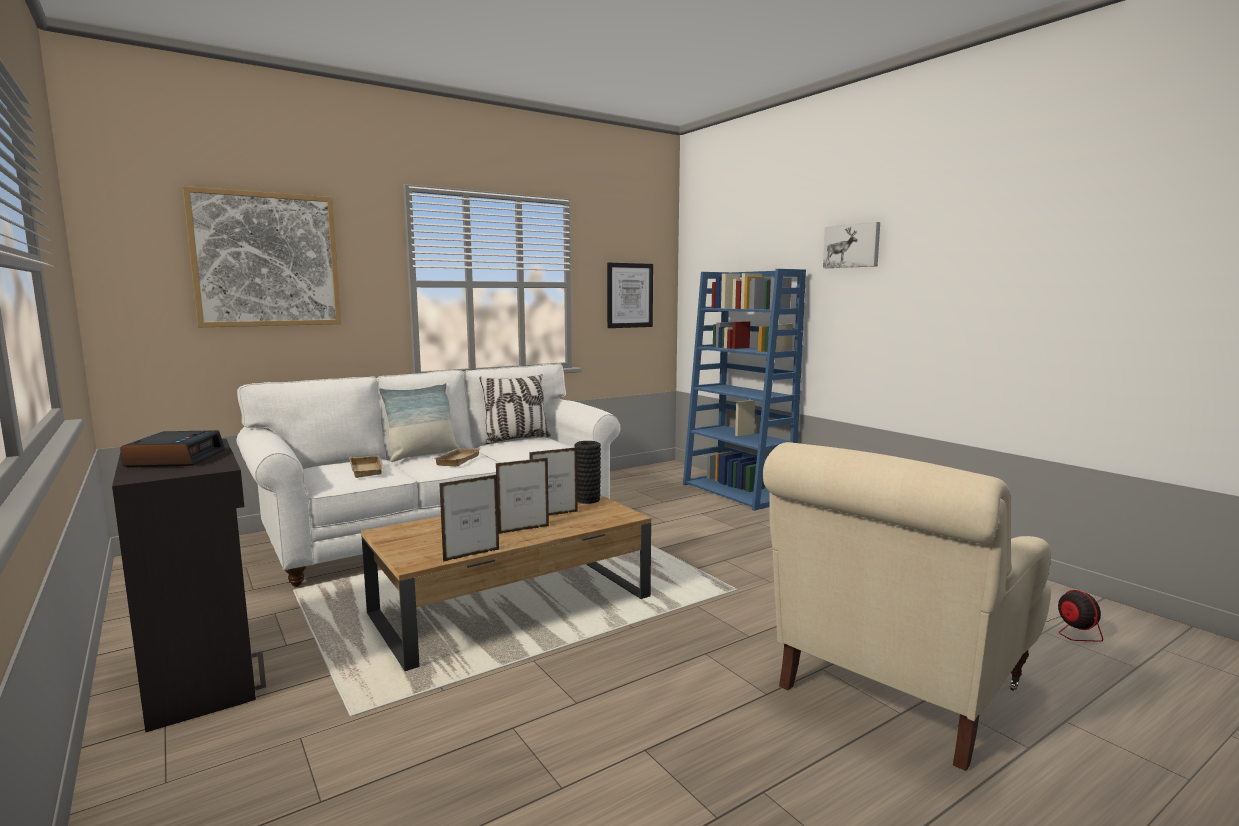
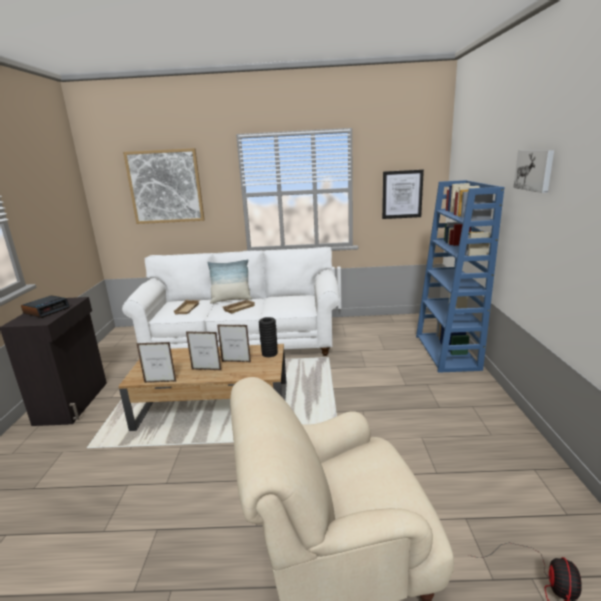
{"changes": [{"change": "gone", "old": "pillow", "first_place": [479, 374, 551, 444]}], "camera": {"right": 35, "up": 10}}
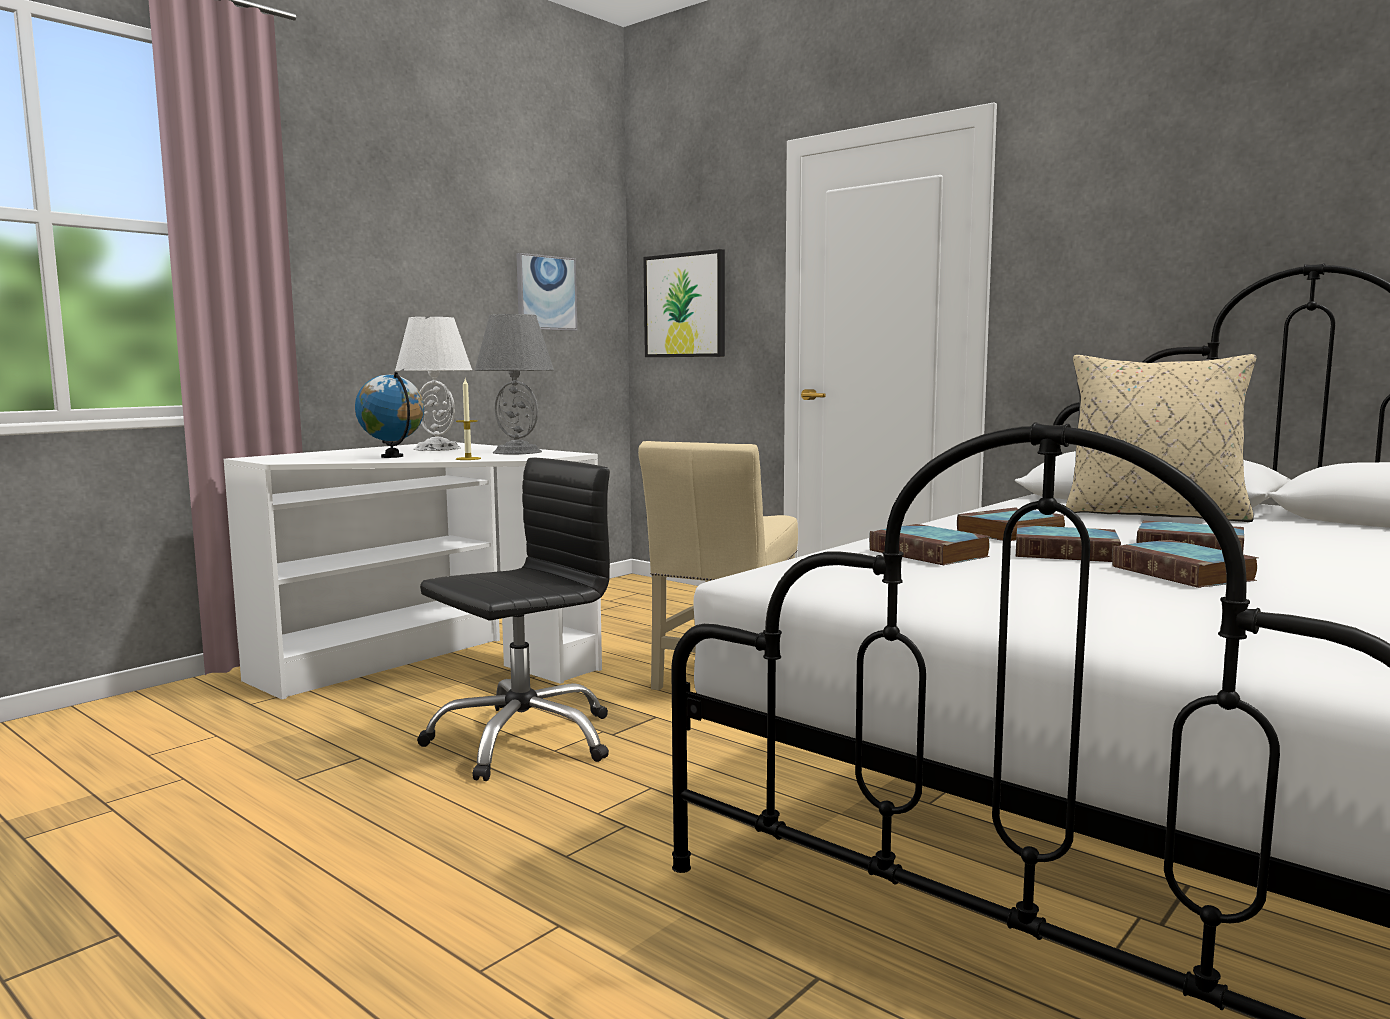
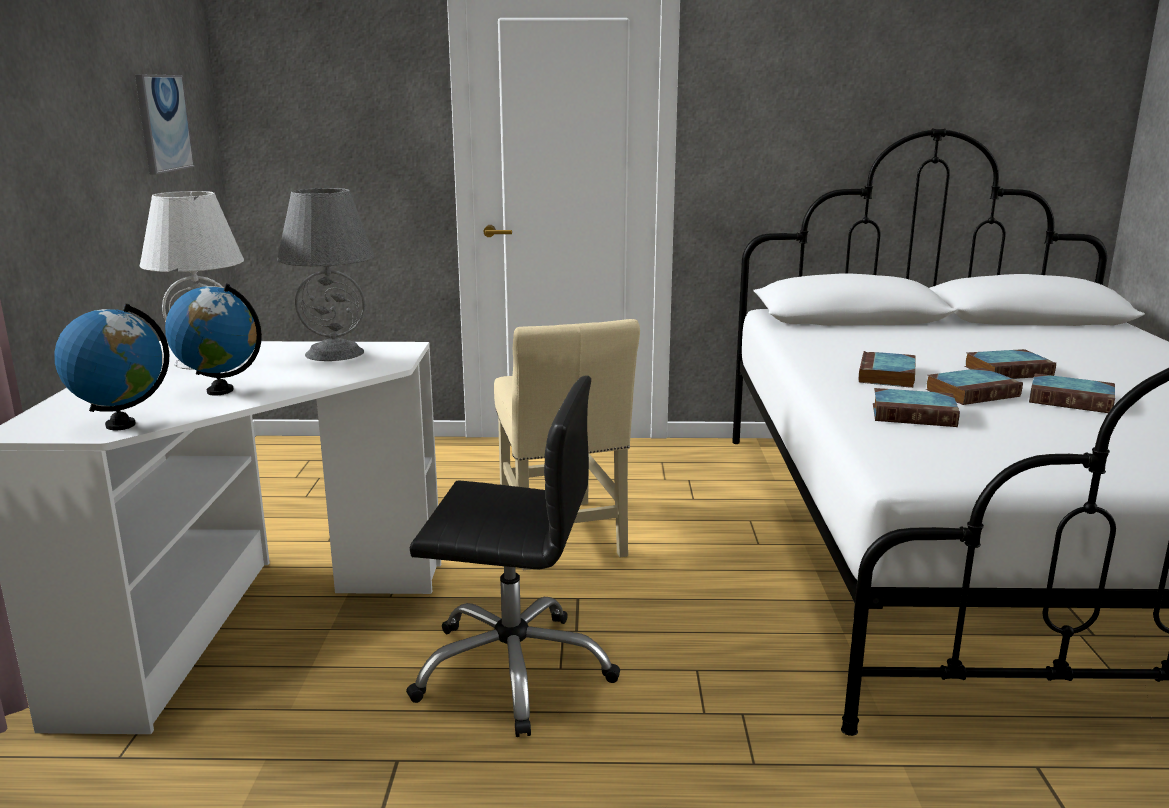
{"changes": [{"change": "gone", "old": "picture", "first_place": [643, 249, 725, 357]}, {"change": "gone", "old": "sand-coloured pillow", "first_place": [1066, 354, 1256, 522]}, {"change": "gone", "old": "wax candle", "first_place": [456, 379, 481, 460]}, {"change": "rotated", "old": "black desk chair", "first_place": [417, 458, 610, 781], "second_place": [406, 376, 620, 737], "degrees": 90}, {"change": "new", "new": "desk globe", "second_place": [54, 303, 169, 430]}], "camera": {"right": -40, "up": 10}}
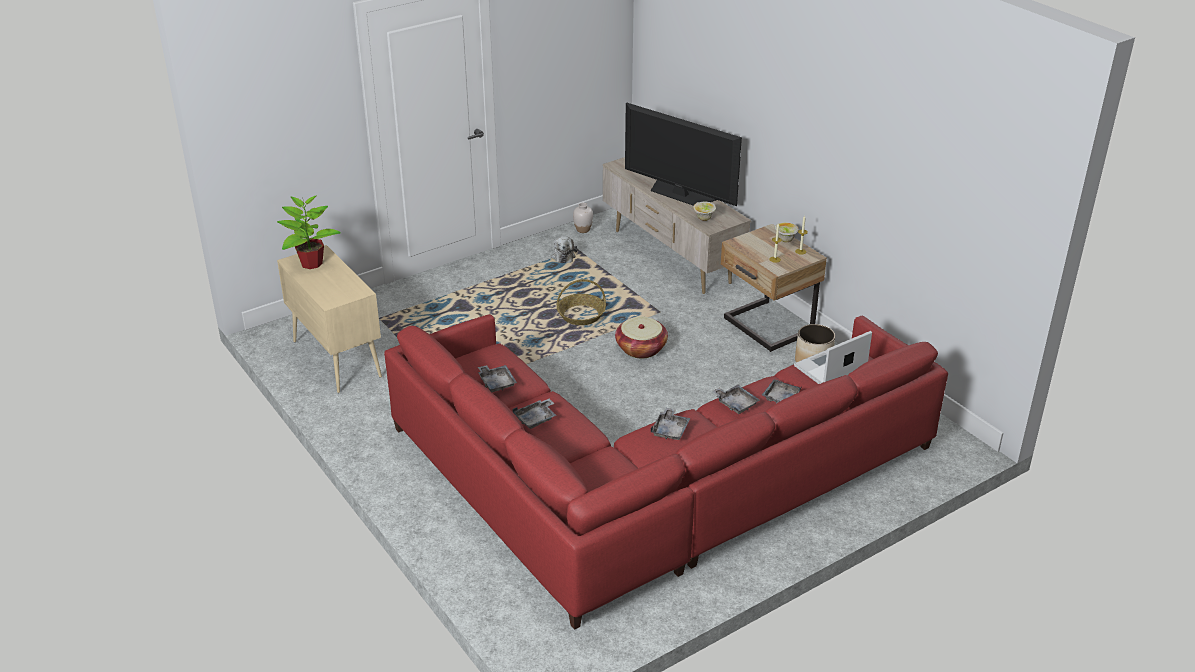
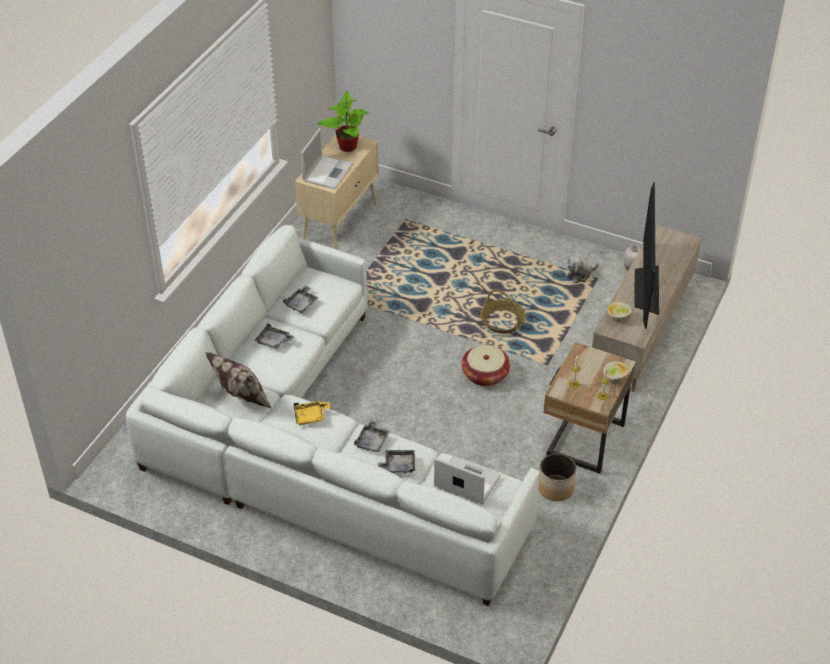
{"changes": [{"change": "repainted", "old": "red-coloured sofa", "new": "white-coloured sofa", "first_place": [384, 314, 948, 630], "second_place": [126, 225, 540, 606]}, {"change": "repainted", "old": "grey serving tray", "new": "yellowish serving tray", "first_place": [651, 408, 690, 440], "second_place": [294, 401, 330, 425]}, {"change": "new", "new": "portable computer", "second_place": [301, 128, 353, 189]}, {"change": "new", "new": "pillow", "second_place": [206, 352, 272, 409]}], "camera": {"right": 60, "up": 10}}
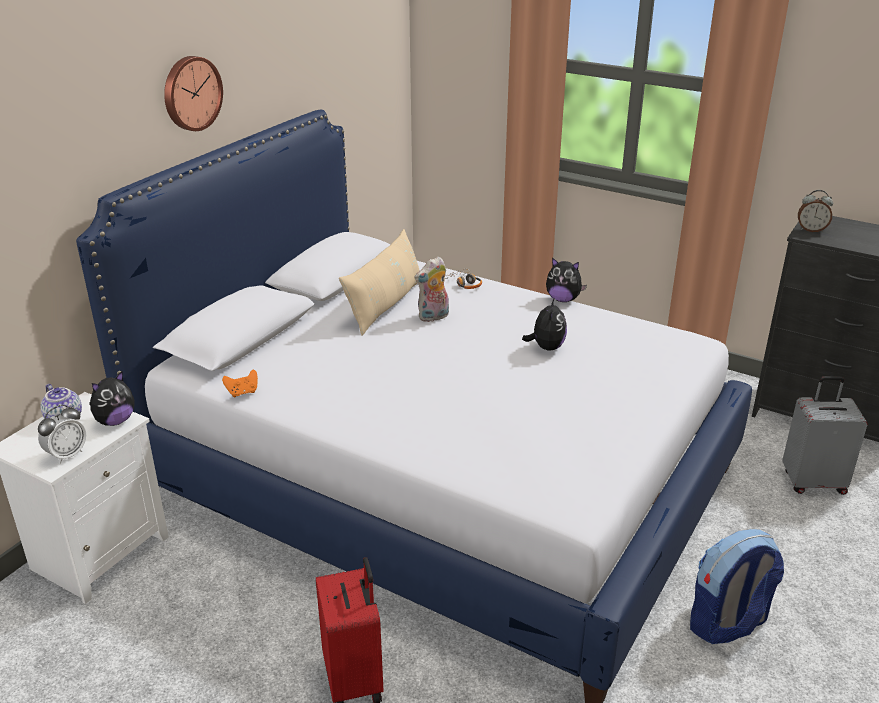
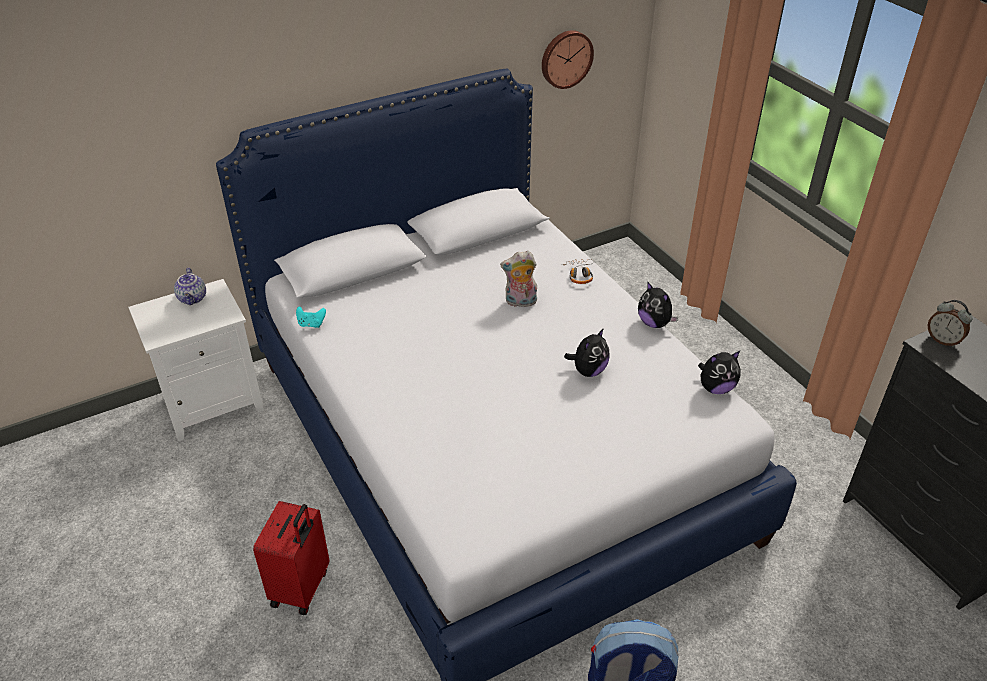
{"changes": [{"change": "shifted", "old": "clock on the wall", "first_place": [164, 56, 223, 131], "second_place": [542, 30, 594, 89]}, {"change": "gone", "old": "sand-coloured pillow", "first_place": [339, 229, 420, 336]}, {"change": "repainted", "old": "orangey joypad", "new": "turquoise joypad", "first_place": [222, 370, 258, 397], "second_place": [296, 307, 326, 328]}, {"change": "shifted", "old": "cuddly toy", "first_place": [89, 371, 135, 426], "second_place": [698, 351, 741, 394]}, {"change": "gone", "old": "grey piece of luggage", "first_place": [782, 376, 868, 495]}, {"change": "gone", "old": "alarm clock", "first_place": [38, 405, 86, 464]}], "camera": {"right": 30, "up": 10}}
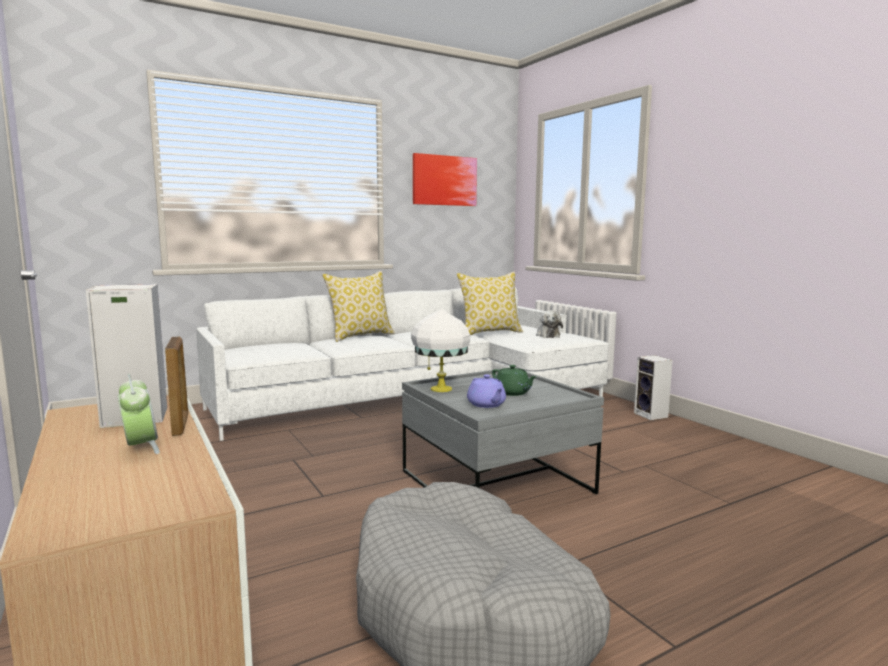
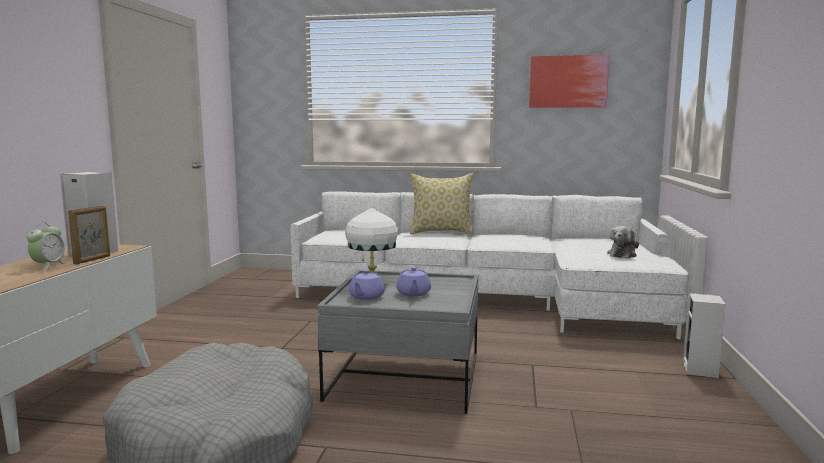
{"changes": [{"change": "gone", "old": "pillow", "first_place": [457, 272, 523, 335]}, {"change": "repainted", "old": "green-coloured pot for tea", "new": "purple-coloured pot for tea", "first_place": [492, 365, 536, 396], "second_place": [396, 267, 431, 297]}], "camera": {"right": 40, "up": 0}}
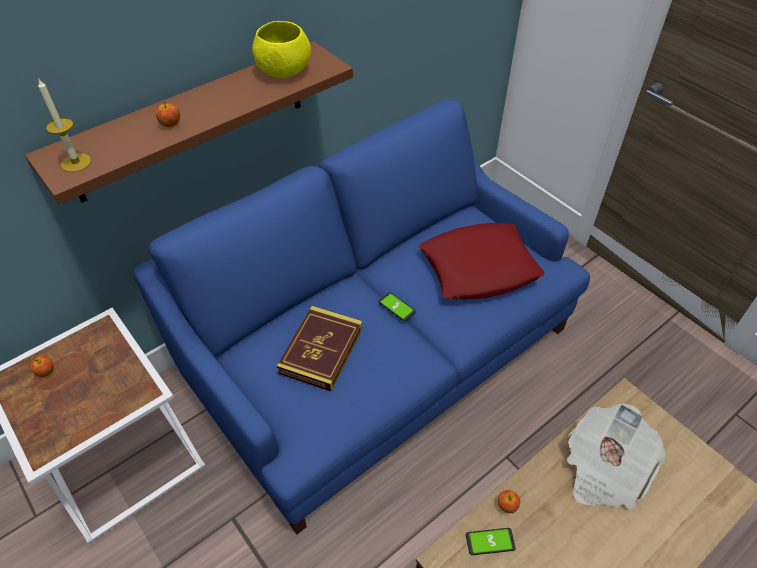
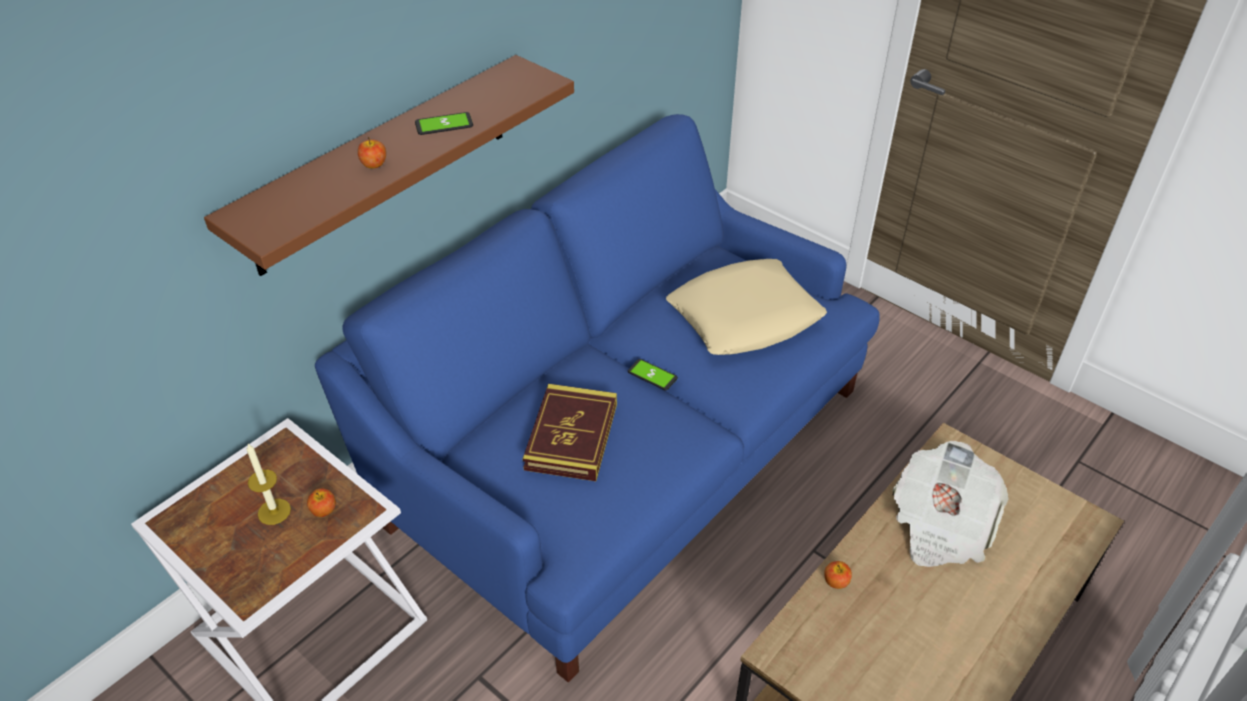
{"changes": [{"change": "gone", "old": "yellowish serving bowl", "first_place": [252, 21, 311, 78]}, {"change": "shifted", "old": "wax candle", "first_place": [38, 78, 91, 172], "second_place": [246, 444, 291, 525]}, {"change": "repainted", "old": "red-coloured pillow", "new": "sand-coloured pillow", "first_place": [419, 223, 544, 300], "second_place": [666, 259, 827, 355]}, {"change": "shifted", "old": "whole apple", "first_place": [30, 356, 54, 377], "second_place": [307, 489, 336, 517]}, {"change": "shifted", "old": "telephone", "first_place": [466, 528, 516, 555], "second_place": [415, 112, 473, 135]}], "camera": {"right": -10, "up": -5}}
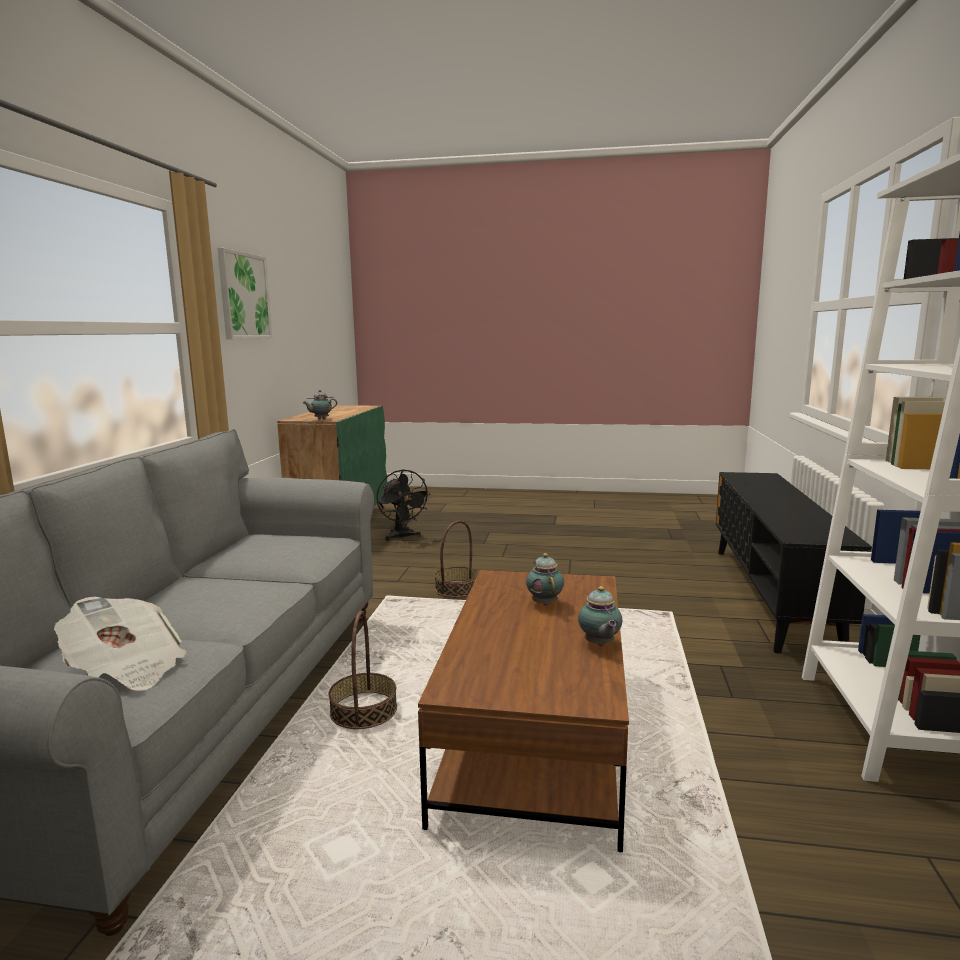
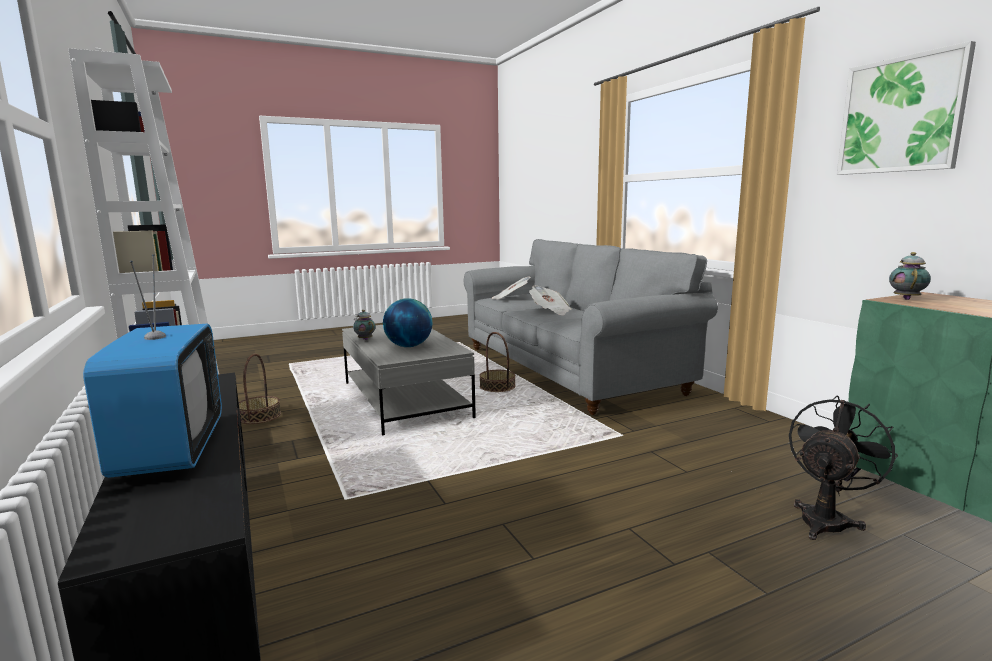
{"changes": [{"change": "rotated", "old": "black electric fan", "first_place": [376, 469, 431, 541], "second_place": [789, 395, 898, 540], "degrees": 105}, {"change": "shifted", "old": "basket", "first_place": [434, 520, 479, 598], "second_place": [239, 354, 281, 424]}, {"change": "swapped", "old": "pot for tea", "new": "desk globe", "first_place": [526, 553, 564, 606], "second_place": [383, 298, 432, 347]}, {"change": "repainted", "old": "brown lounge table", "new": "grey lounge table", "first_place": [418, 570, 629, 852], "second_place": [342, 325, 476, 435]}, {"change": "new", "new": "TV", "second_place": [83, 254, 222, 478]}, {"change": "new", "new": "newspaper", "second_place": [529, 286, 572, 315]}], "camera": {"right": 145, "up": 0}}
